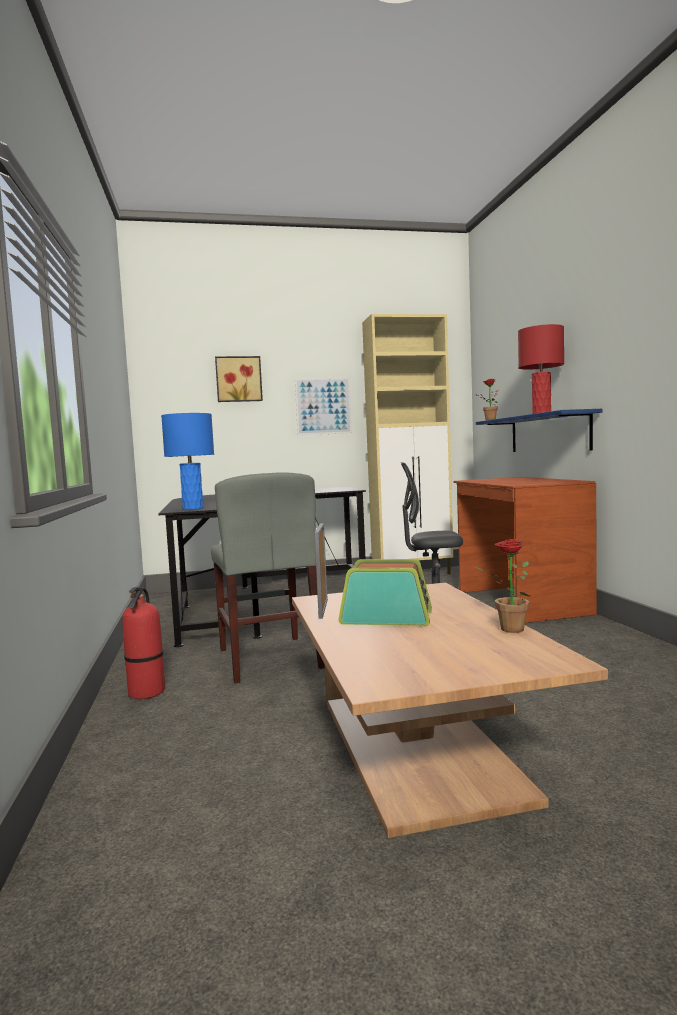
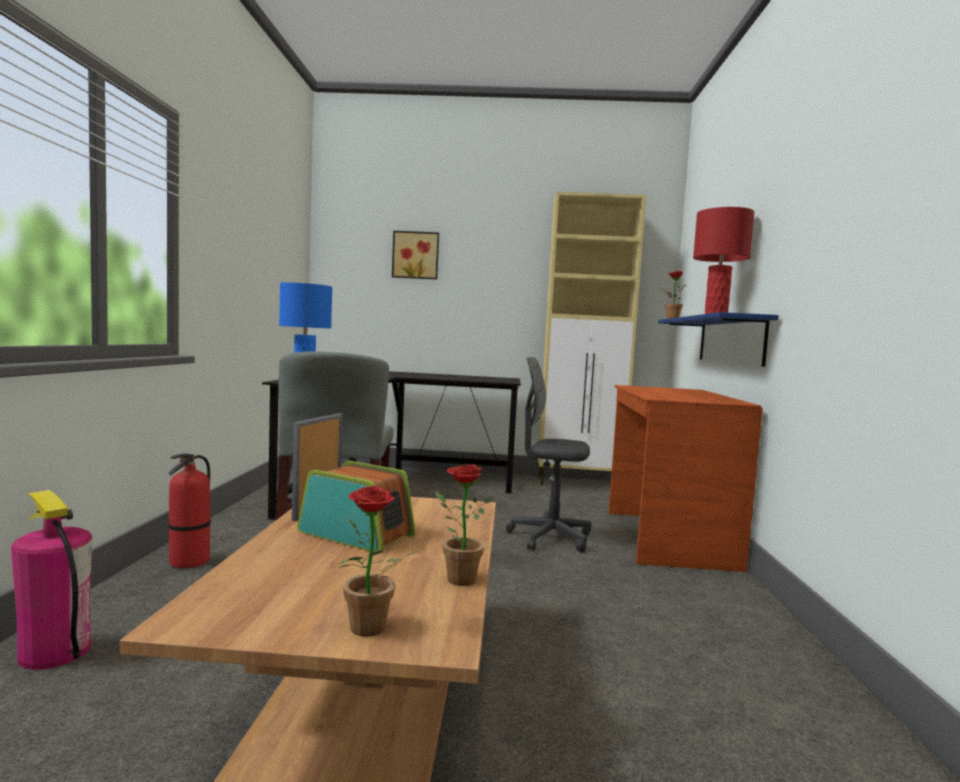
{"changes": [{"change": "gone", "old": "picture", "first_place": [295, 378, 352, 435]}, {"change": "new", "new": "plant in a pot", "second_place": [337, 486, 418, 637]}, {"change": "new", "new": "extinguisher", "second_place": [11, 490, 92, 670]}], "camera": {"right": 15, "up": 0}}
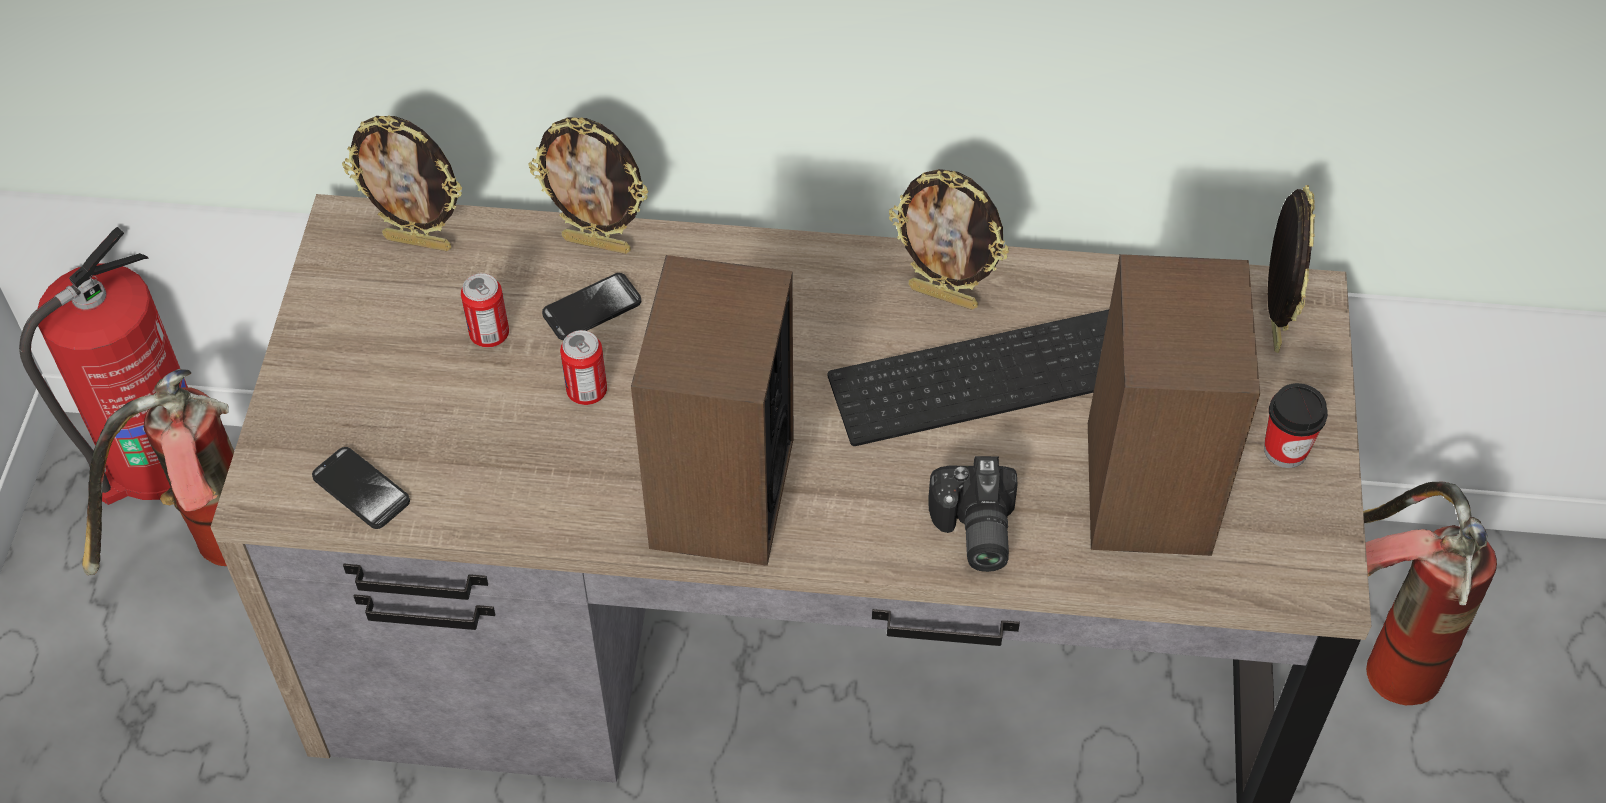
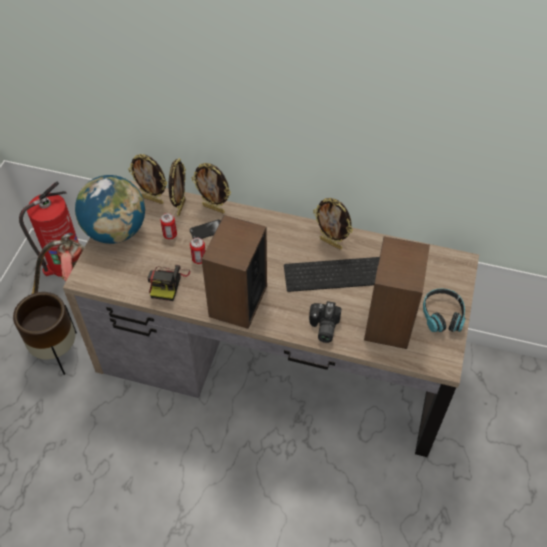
{"changes": [{"change": "shifted", "old": "picture frame", "first_place": [1268, 185, 1315, 353], "second_place": [169, 158, 186, 216]}, {"change": "swapped", "old": "cup", "new": "pair of headphones", "first_place": [1264, 383, 1328, 468], "second_place": [423, 288, 465, 332]}, {"change": "gone", "old": "telephone", "first_place": [312, 447, 410, 529]}, {"change": "gone", "old": "extinguisher", "first_place": [1363, 481, 1497, 705]}, {"change": "new", "new": "desk globe", "second_place": [75, 175, 145, 244]}, {"change": "new", "new": "photo camera", "second_place": [148, 265, 190, 301]}, {"change": "new", "new": "brown planter", "second_place": [13, 292, 77, 375]}], "camera": {"right": 10, "up": 0}}
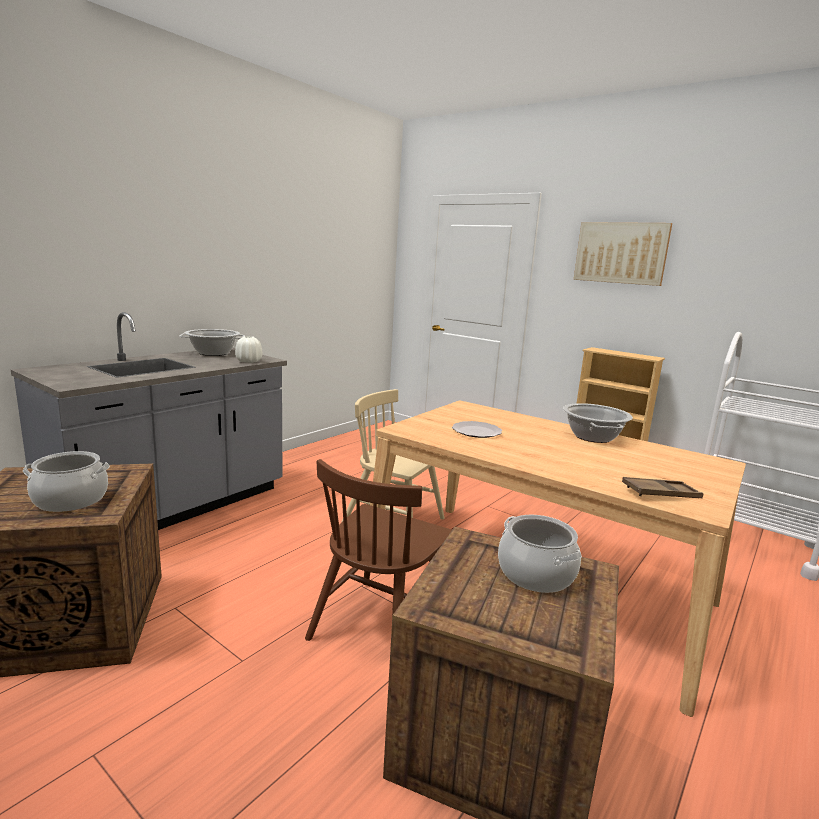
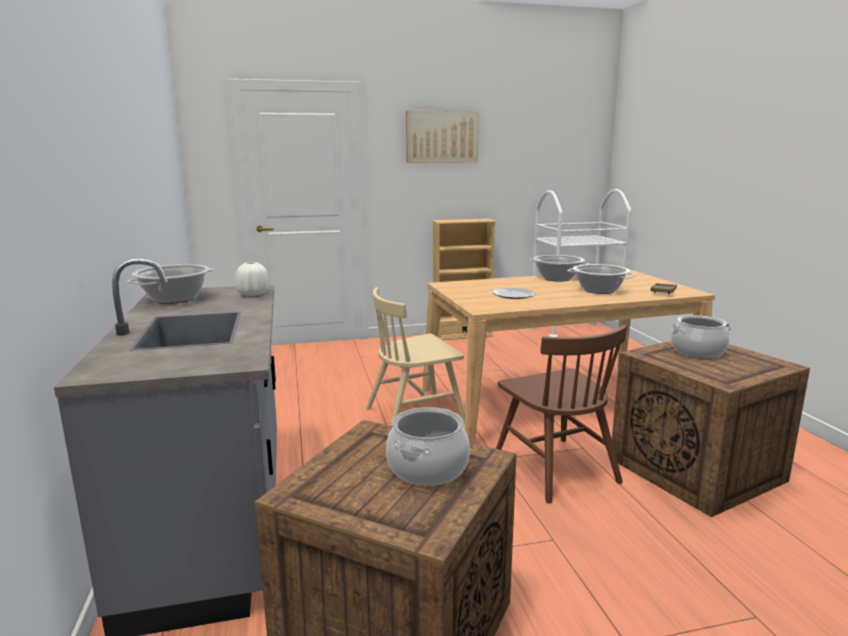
{"changes": [{"change": "new", "new": "cooking pot", "second_place": [567, 264, 636, 294]}], "camera": {"right": -50, "up": 0}}
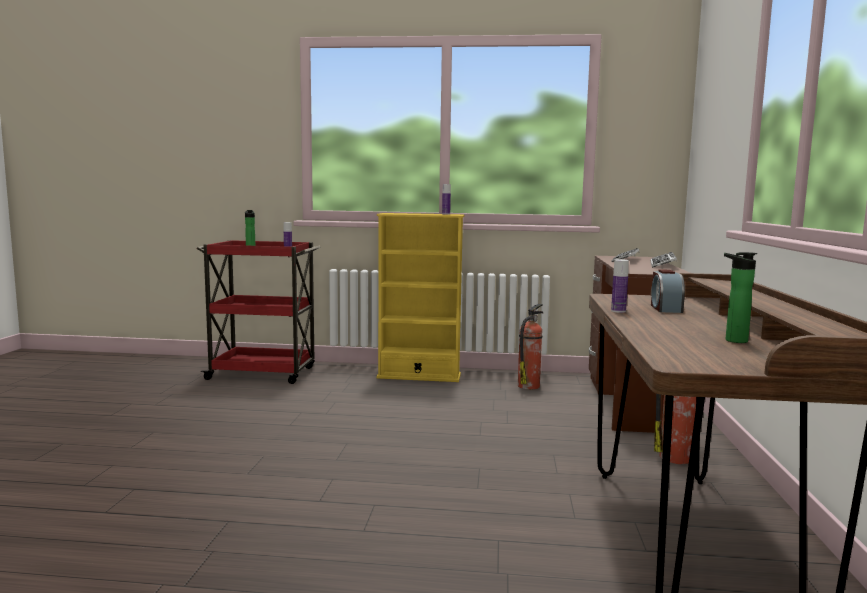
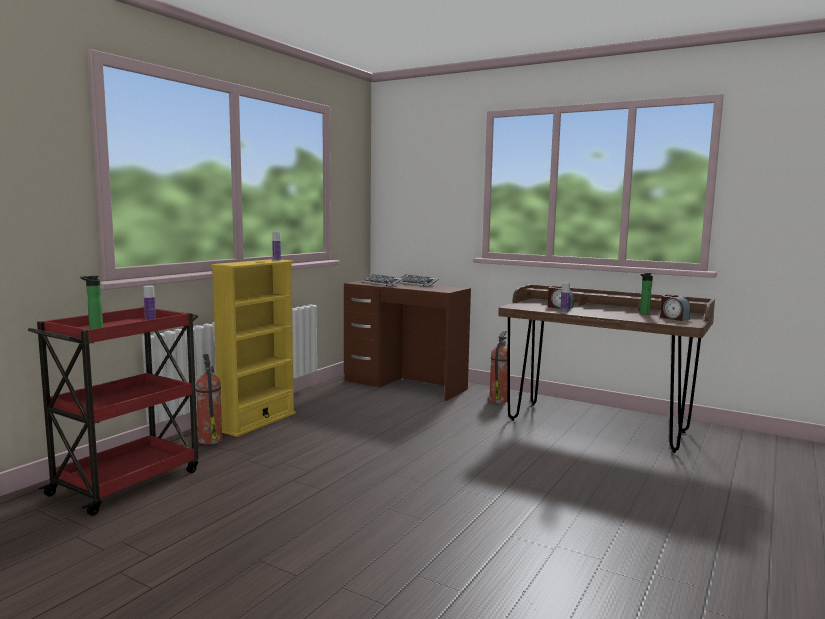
{"changes": [{"change": "shifted", "old": "extinguisher", "first_place": [518, 304, 544, 390], "second_place": [196, 354, 222, 444]}, {"change": "new", "new": "alarm clock", "second_place": [660, 294, 691, 321]}], "camera": {"right": -65, "up": 0}}
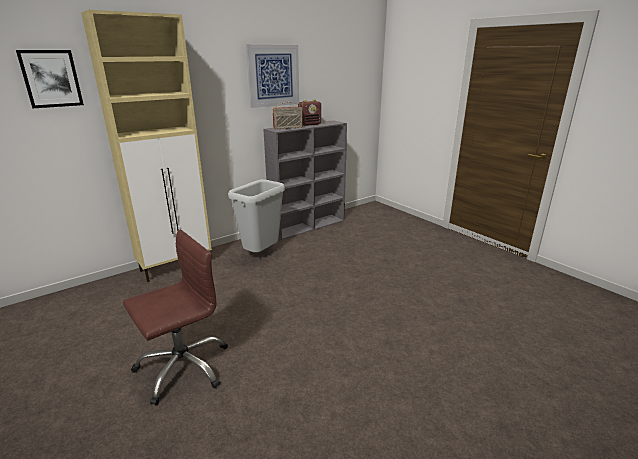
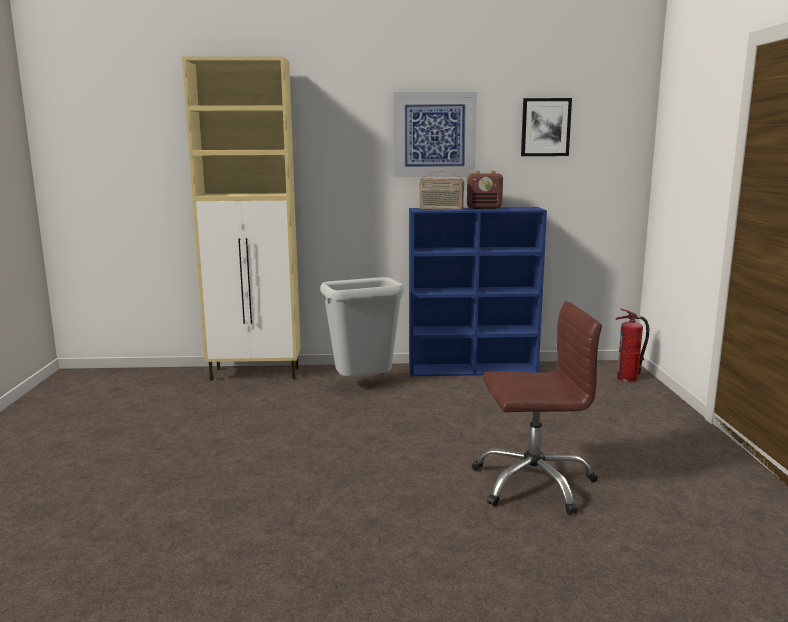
{"changes": [{"change": "shifted", "old": "picture", "first_place": [16, 50, 84, 108], "second_place": [521, 98, 572, 156]}, {"change": "repainted", "old": "grey bookcase", "new": "blue bookcase", "first_place": [263, 120, 347, 240], "second_place": [409, 207, 547, 376]}, {"change": "shifted", "old": "brown desk chair", "first_place": [123, 229, 228, 406], "second_place": [472, 301, 602, 515]}, {"change": "new", "new": "extinguisher", "second_place": [615, 309, 650, 382]}], "camera": {"right": 35, "up": -10}}
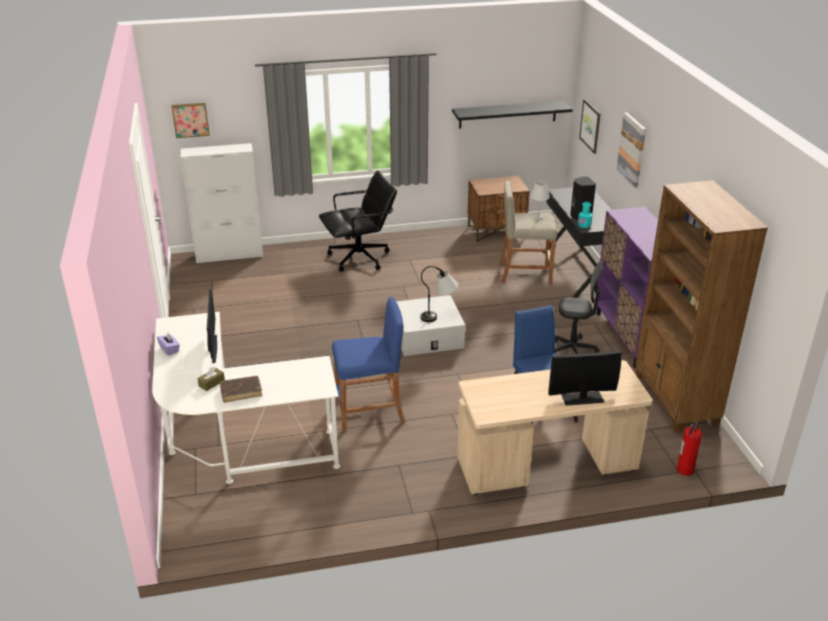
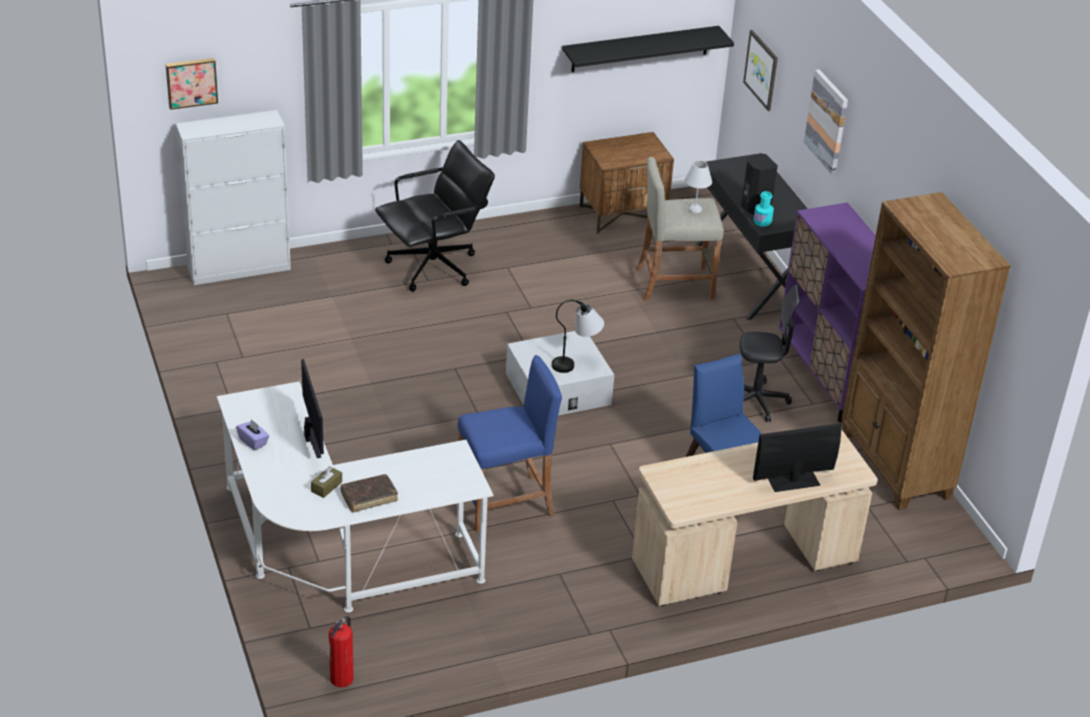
{"changes": [{"change": "shifted", "old": "extinguisher", "first_place": [677, 421, 702, 476], "second_place": [329, 616, 354, 688]}], "camera": {"right": -10, "up": 5}}
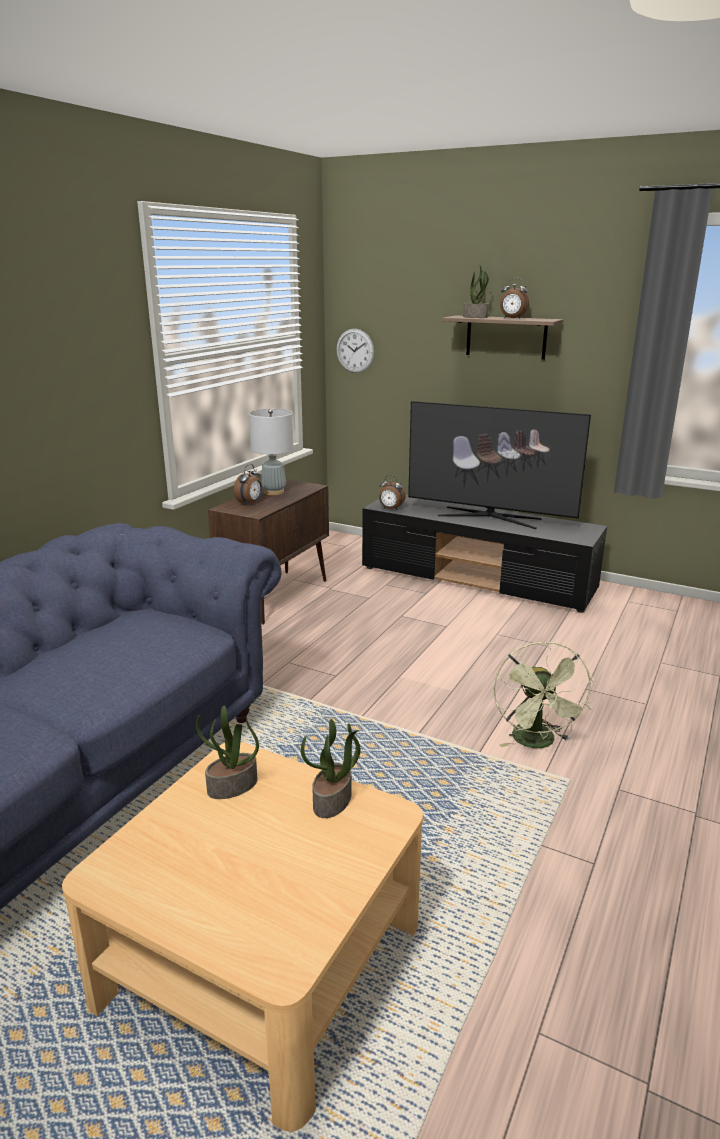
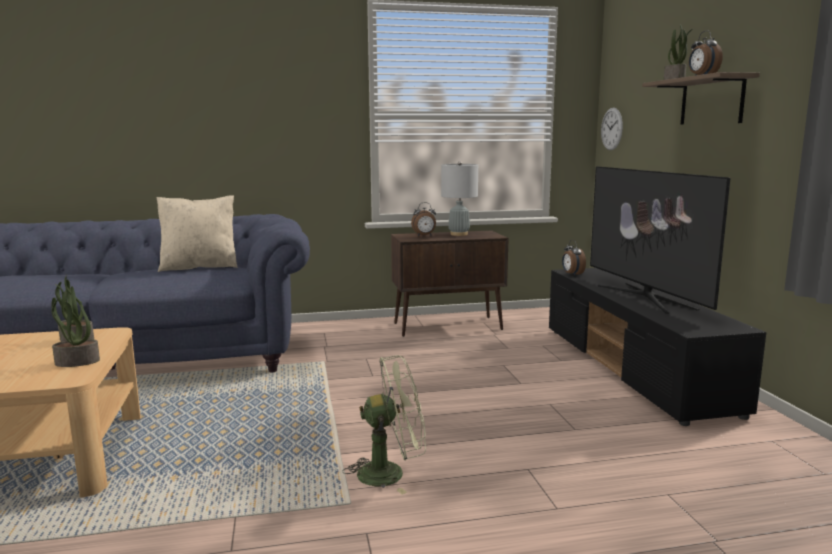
{"changes": [{"change": "rotated", "old": "green-coloured electric fan", "first_place": [493, 641, 594, 748], "second_place": [342, 355, 426, 494], "degrees": -150}, {"change": "new", "new": "sand-coloured pillow", "second_place": [156, 195, 238, 272]}], "camera": {"right": 50, "up": -10}}
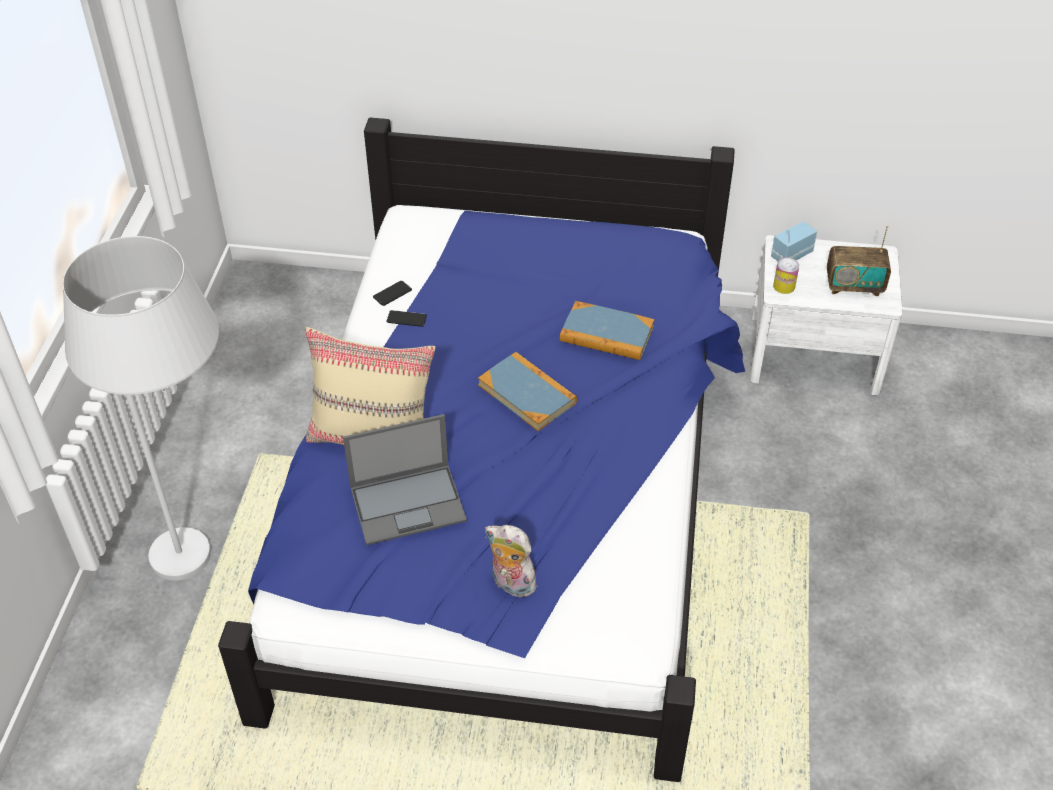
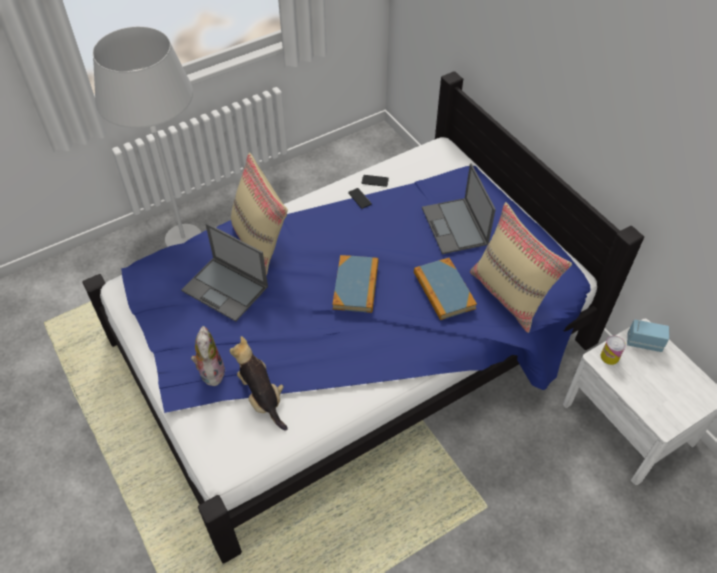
{"changes": [{"change": "gone", "old": "radio", "first_place": [827, 225, 891, 296]}, {"change": "new", "new": "portable computer", "second_place": [422, 163, 496, 254]}, {"change": "new", "new": "sand-coloured pillow", "second_place": [470, 202, 572, 333]}, {"change": "new", "new": "cuddly toy", "second_place": [230, 336, 288, 431]}], "camera": {"right": 50, "up": 5}}
